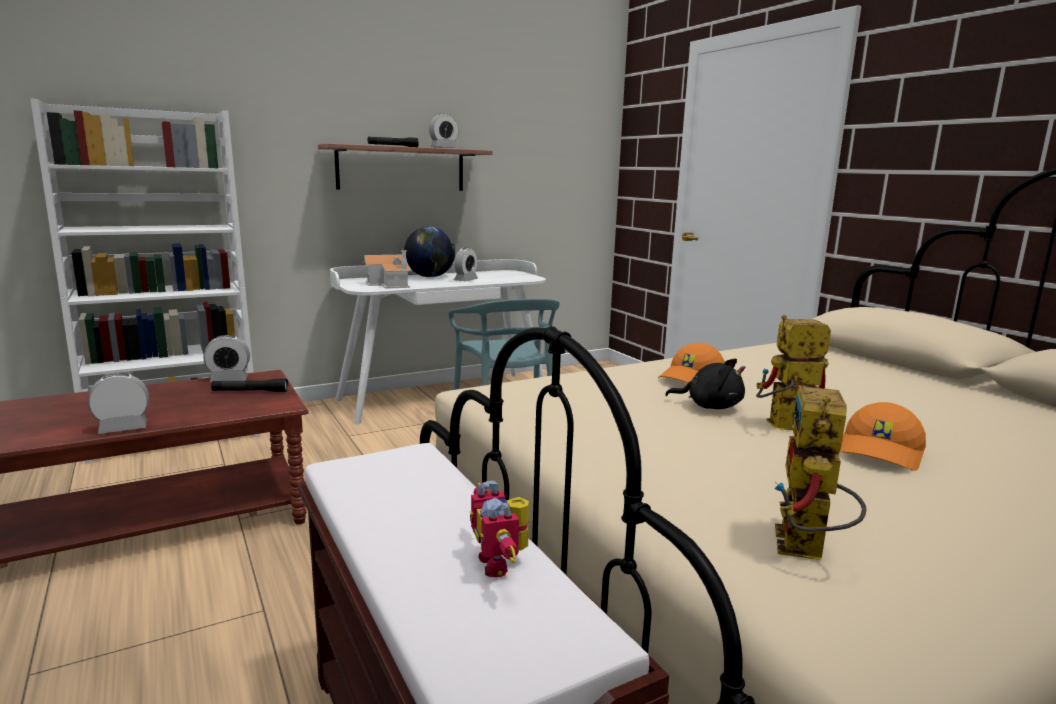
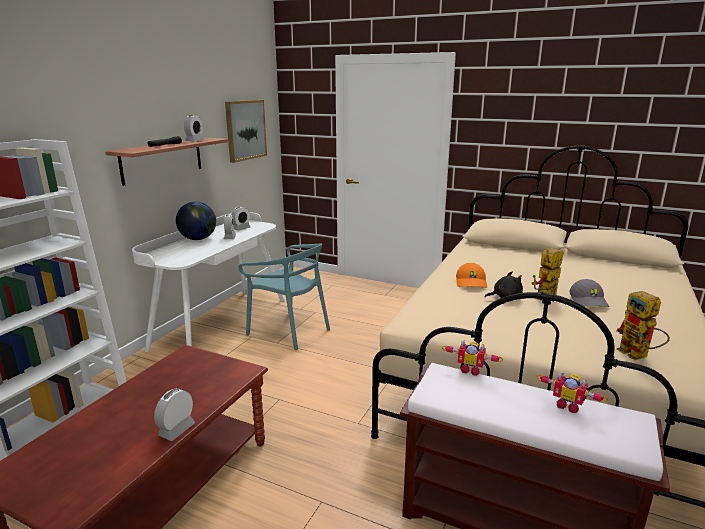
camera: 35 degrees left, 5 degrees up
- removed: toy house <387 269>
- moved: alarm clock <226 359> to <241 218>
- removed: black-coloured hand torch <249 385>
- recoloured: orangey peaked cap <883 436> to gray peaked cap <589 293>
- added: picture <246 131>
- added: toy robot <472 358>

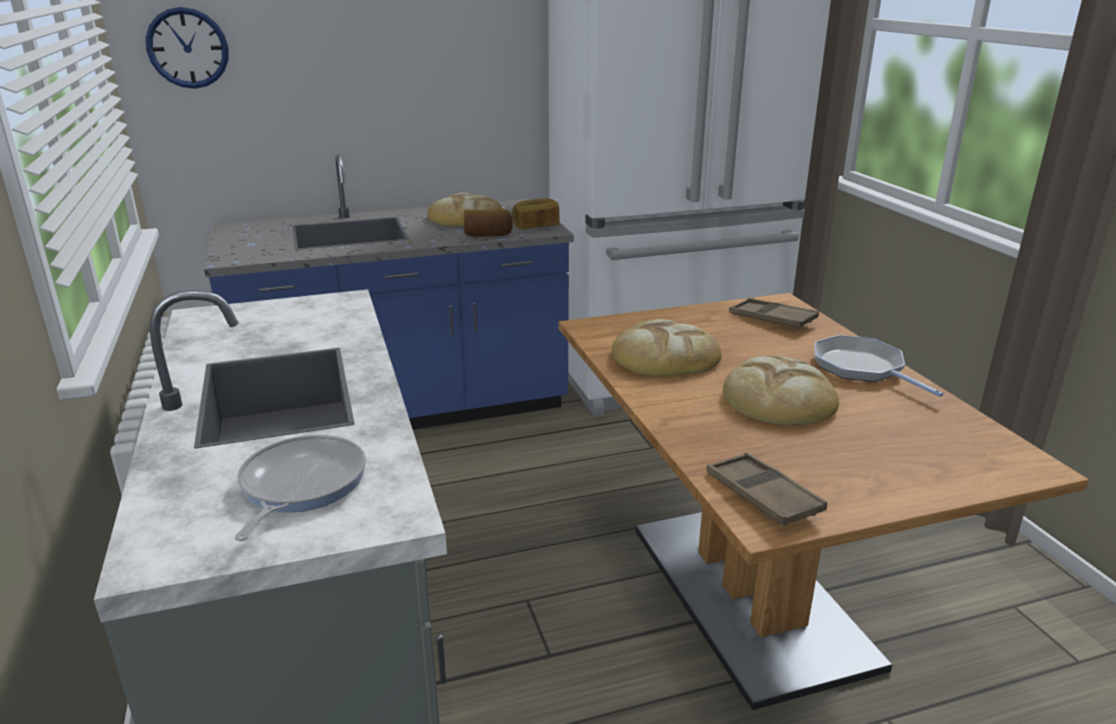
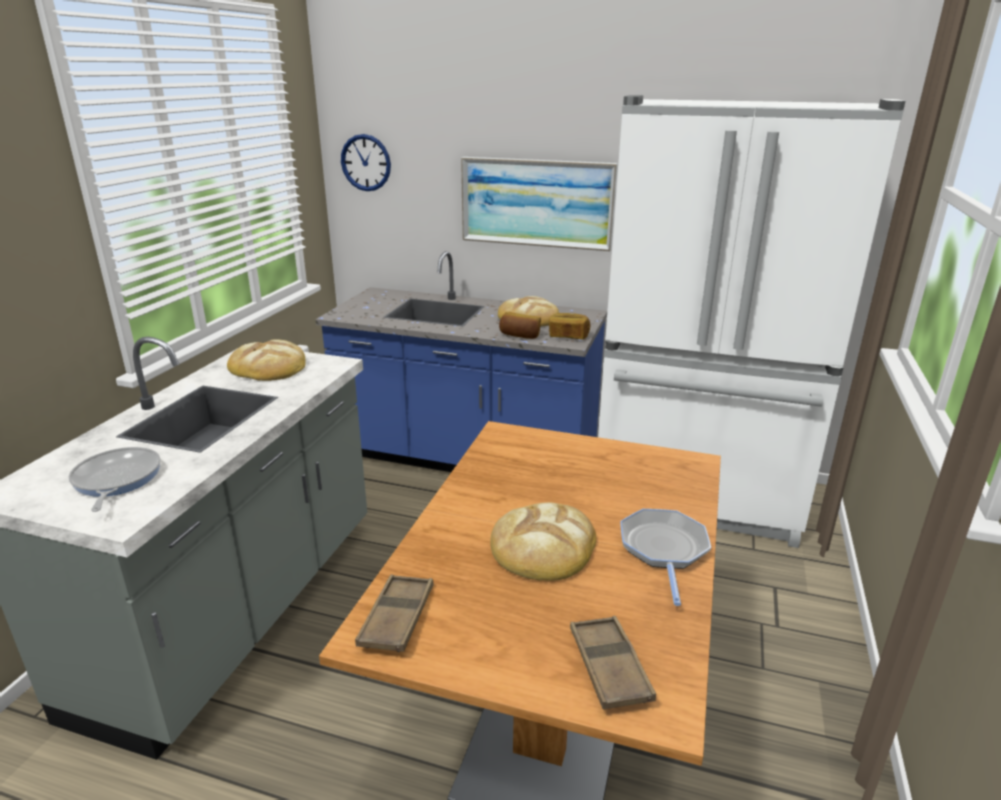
camera: 35 degrees right, 0 degrees up
- moved: brown-coloured tray <774 313> to <613 662>
- moved: bakery bread <667 347> to <266 360>
- turned: pan <300 488> = <115 479> 60 degrees counterclockwise
- added: picture <539 204>

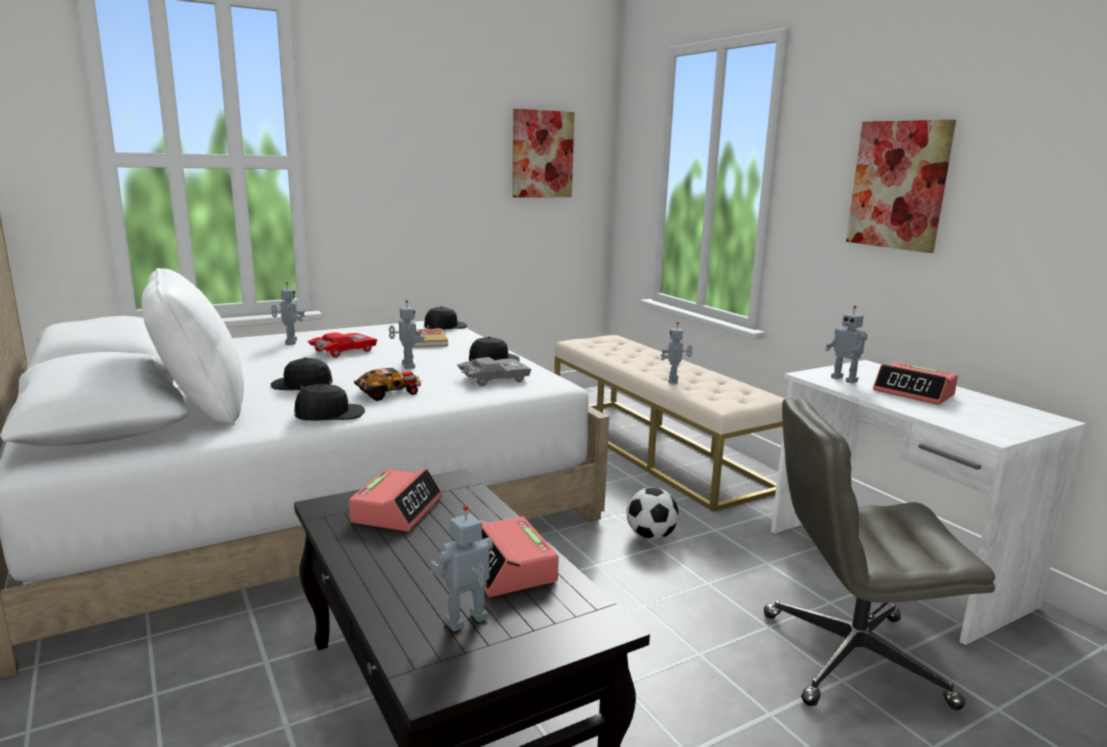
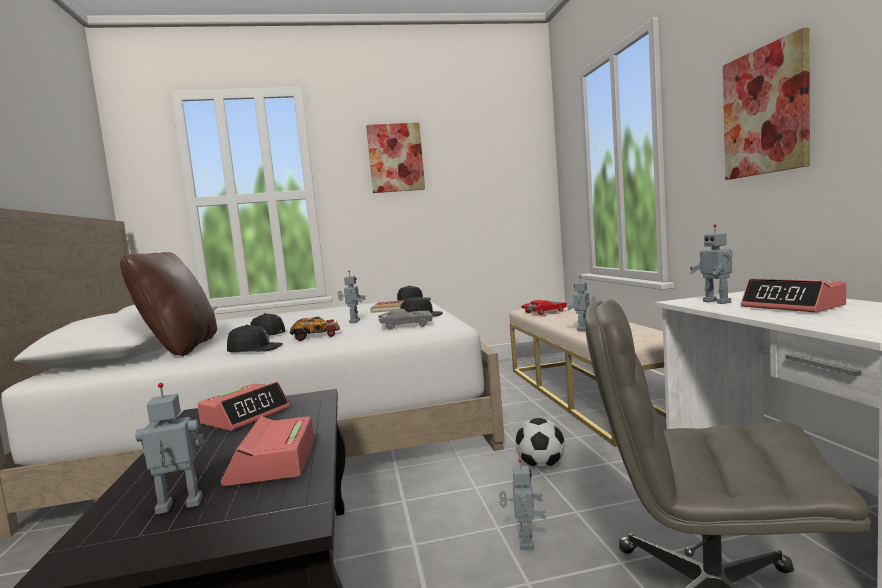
camera: 20 degrees right, 10 degrees down
- moved: picture <543 153> to <395 158>
- recoloured: whitish pillow <193 346> to brown-coloured pillow <168 304>
- moved: toy robot <288 313> to <522 504>
- moved: red miniature car <342 344> to <544 307>

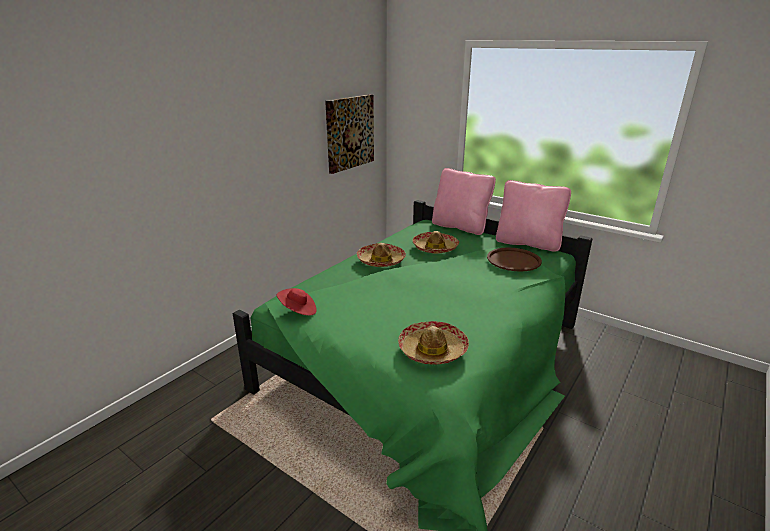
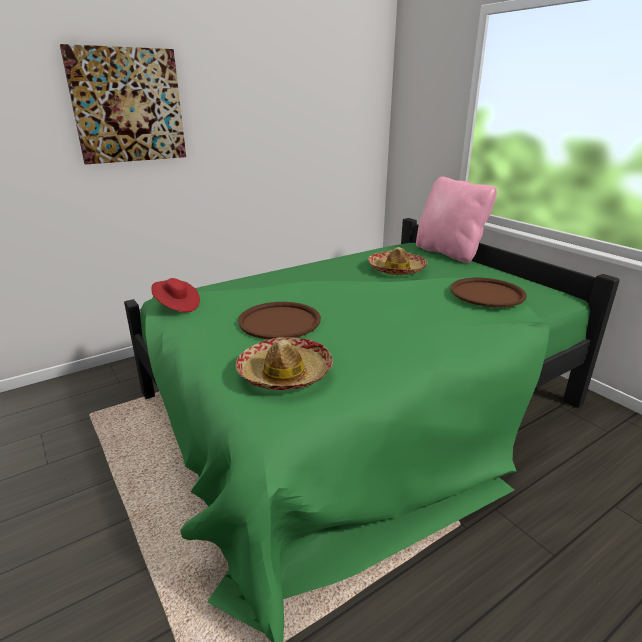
camera: 20 degrees right, 0 degrees up
- moved: picture <349 134> to <123 104>
- removed: pink-coloured pillow <533 216>
- removed: hat <381 255>
- added: brown-coloured tray <279 320>

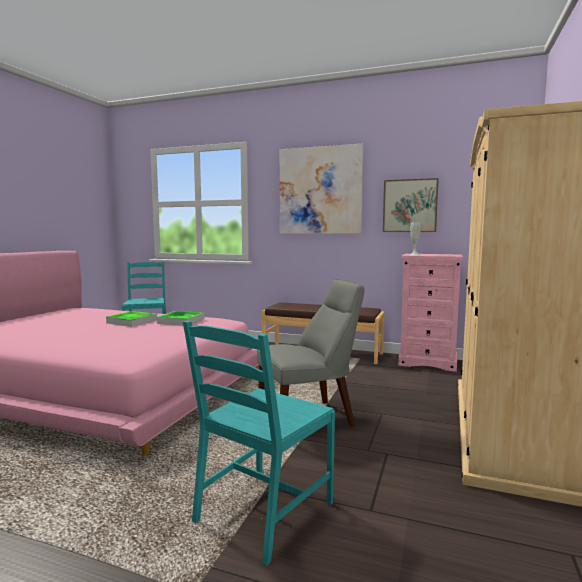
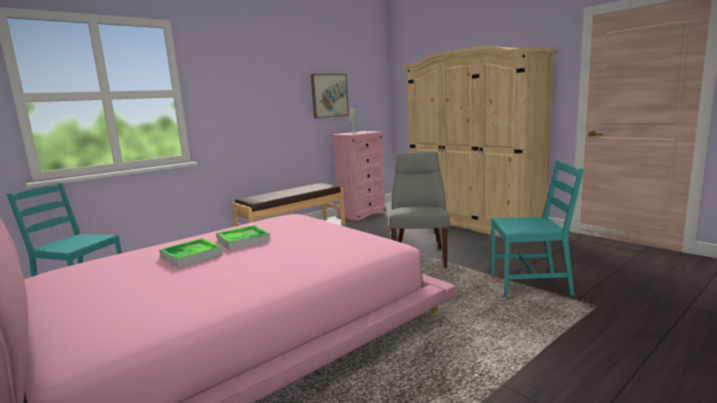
camera: 60 degrees left, 5 degrees up
- removed: picture <321 189>
- moved: tray <180 318> to <191 253>
- turned: turquoise plain chair <259 443> = <537 229> 60 degrees counterclockwise

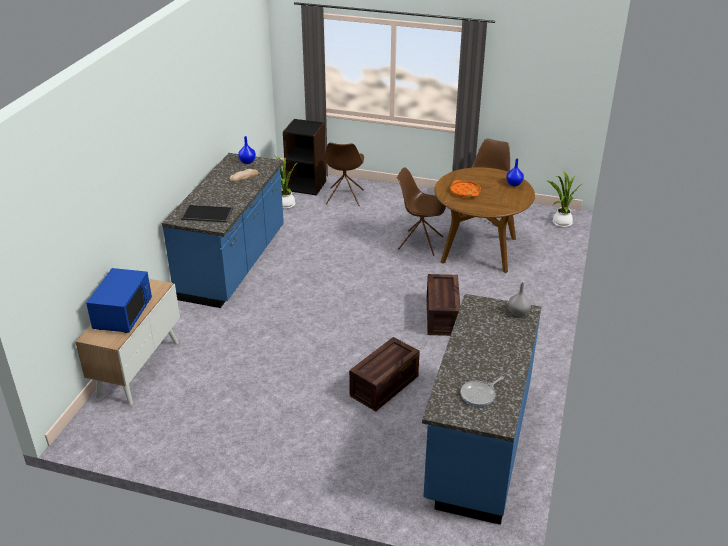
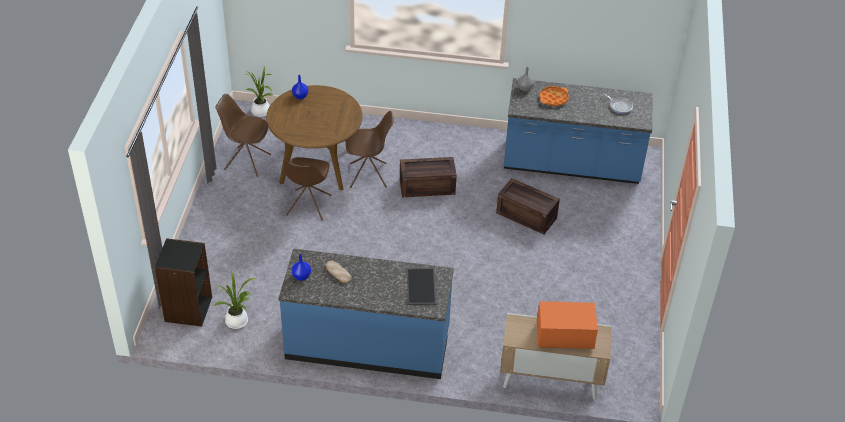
camera: 100 degrees left, 10 degrees up
- moved: brown-coloured plain chair <344 174> to <369 149>
- moved: orangey tray <465 188> to <554 96>
- recoloured: blue microwave oven <119 300> to orangey microwave oven <567 325>

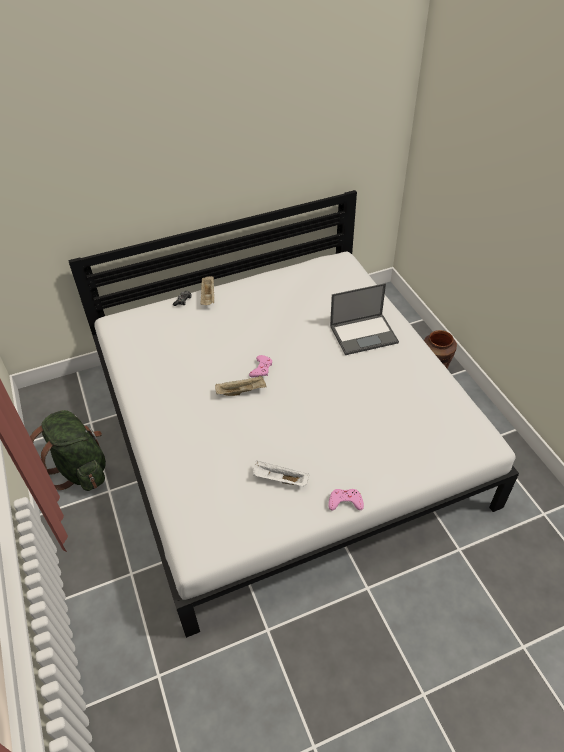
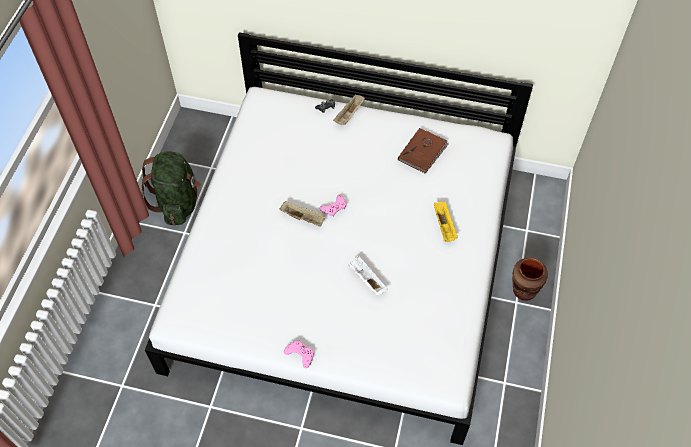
camera: 35 degrees right, 10 degrees up
- replaced: portable computer <364 319> to yellow-coloured tray <446 221>
- moved: whitish tray <281 473> to <368 275>
- added: brown-coloured volume <423 151>

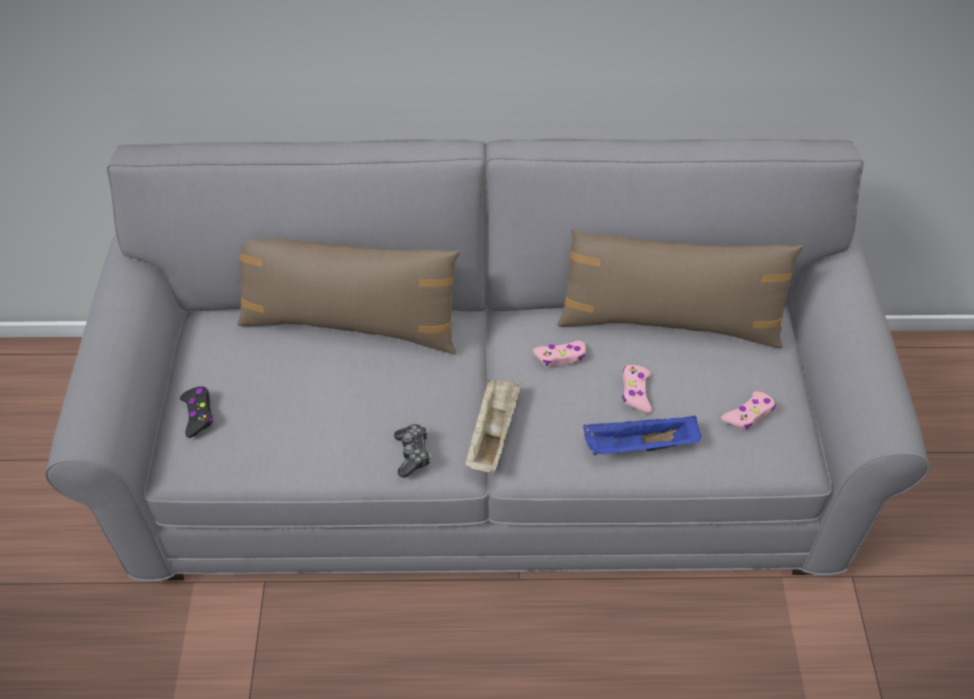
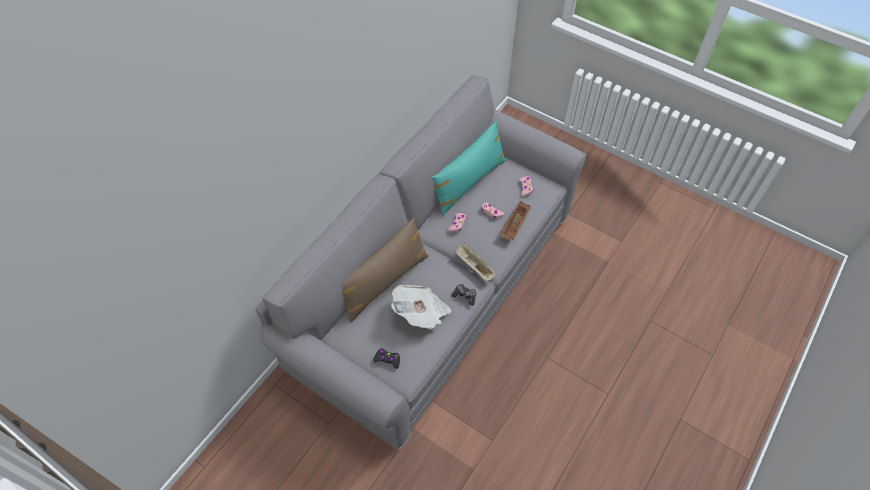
camera: 55 degrees left, 5 degrees up
- recoloured: brown-coloured pillow <680 288> to turquoise pillow <469 169>
- recoloured: blue tray <642 435> to brown-coloured tray <515 220>
- added: daily paper <421 307>

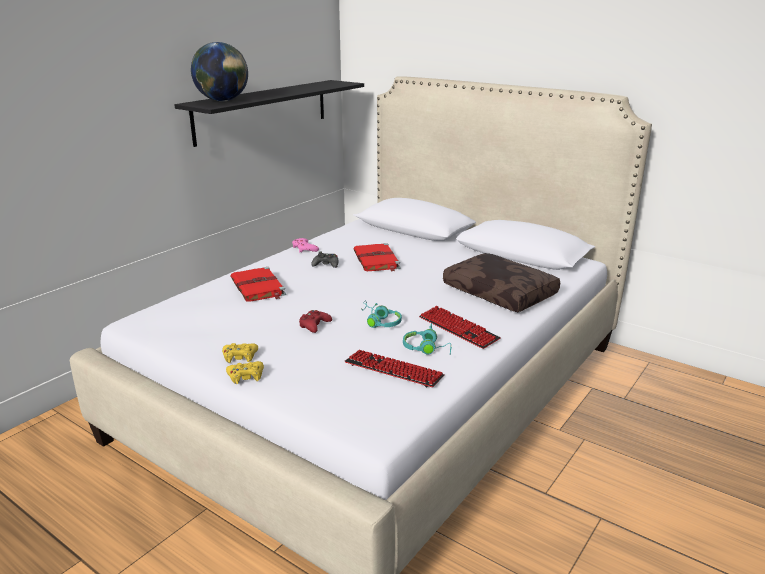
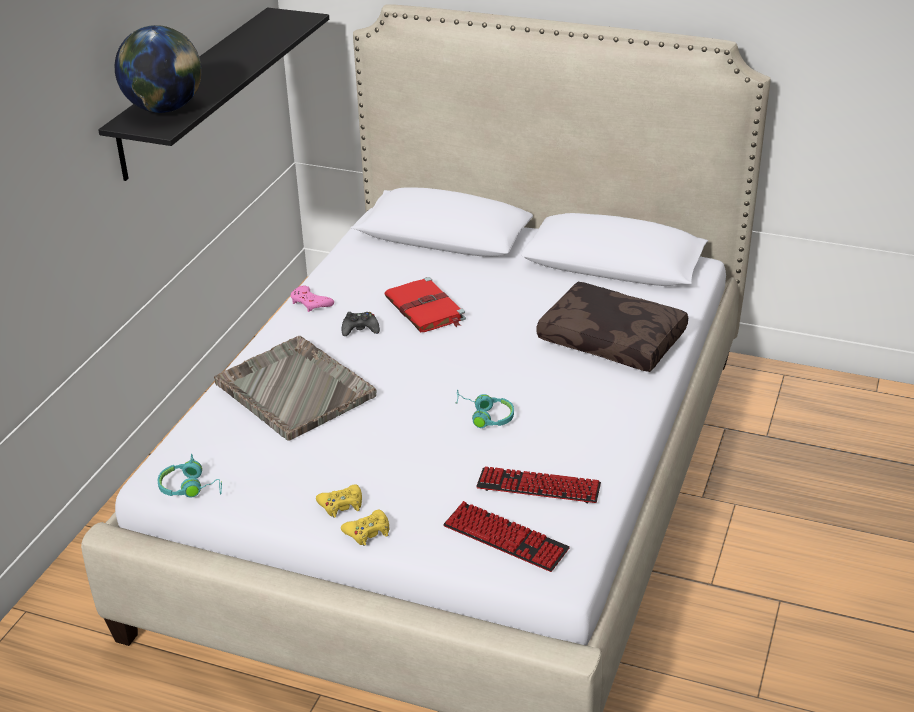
camera: 15 degrees left, 10 degrees up
- replaced: red volume <258 284> to gray tray <295 388>
- moved: PC keyboard <460 327> to <506 536>
- removed: red game controller <315 321>
- moved: turquoise headset <427 339> to <190 476>

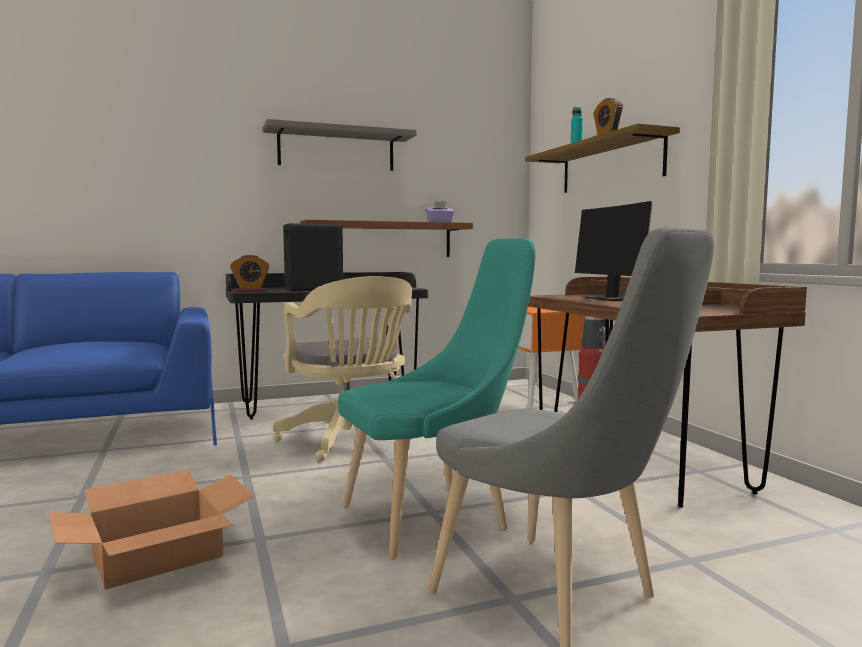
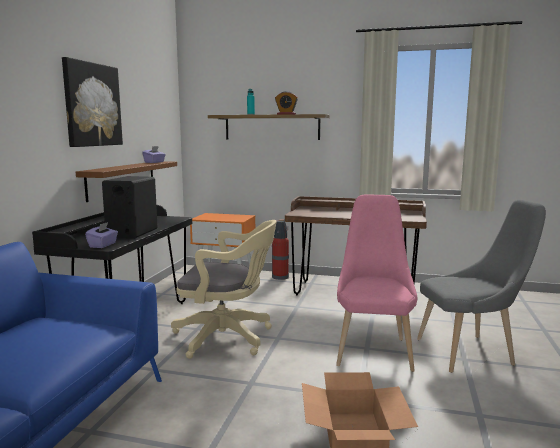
camera: 55 degrees left, 5 degrees up
- replaced: gray shelf <340 145> to picture <92 102>
- removed: monitor <613 251>
- recoloured: turquoise plain chair <437 399> to pink-coloured plain chair <377 283>
- replaced: alarm clock <249 273> to purplish box of tissues <101 235>

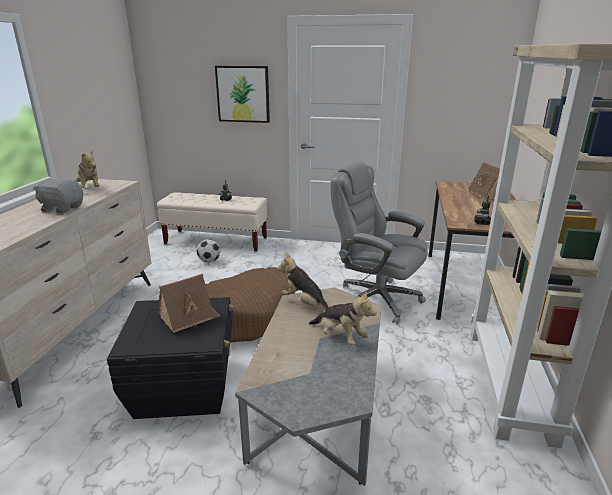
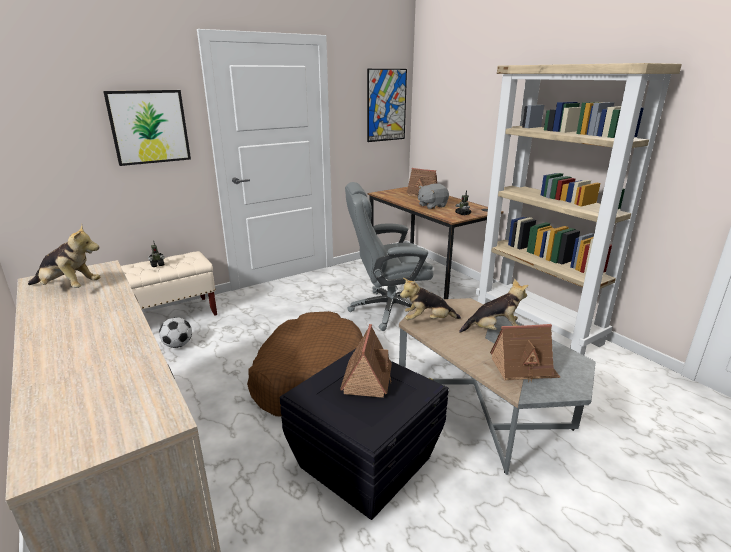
camera: 45 degrees left, 0 degrees up
- moved: gray soft toy <58 196> to <433 196>
- added: picture <387 105>
- added: toy house <525 353>

